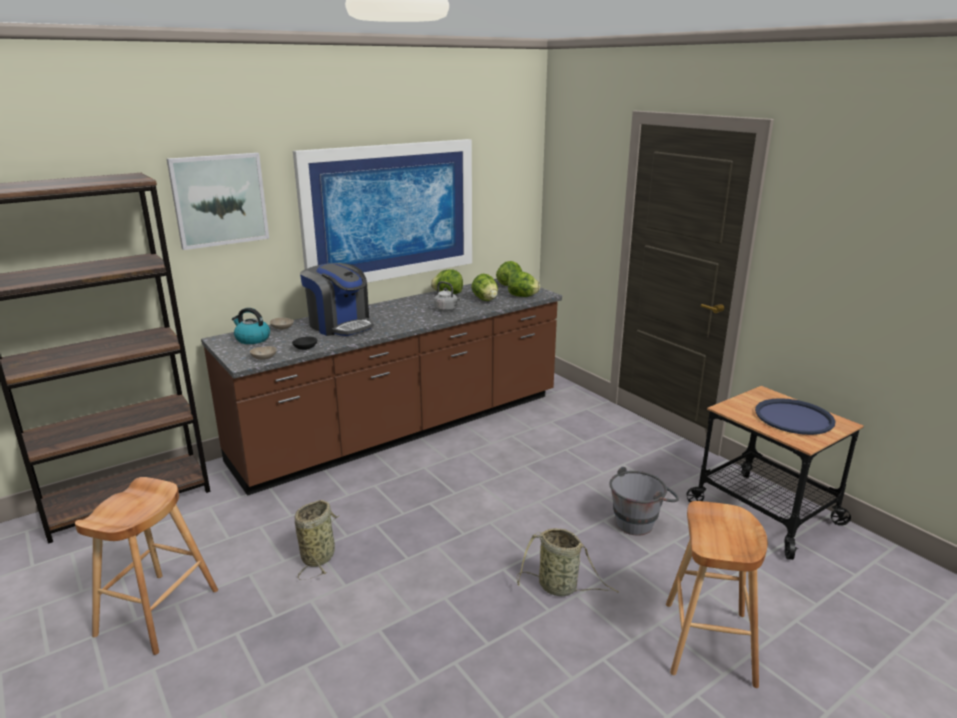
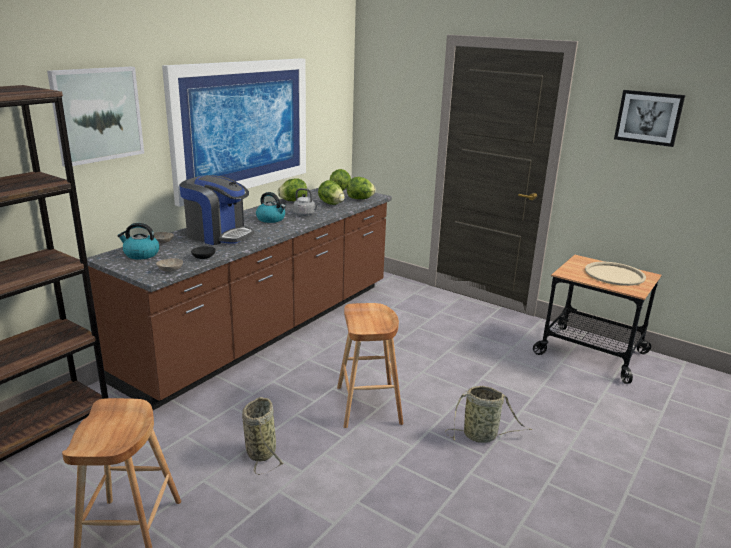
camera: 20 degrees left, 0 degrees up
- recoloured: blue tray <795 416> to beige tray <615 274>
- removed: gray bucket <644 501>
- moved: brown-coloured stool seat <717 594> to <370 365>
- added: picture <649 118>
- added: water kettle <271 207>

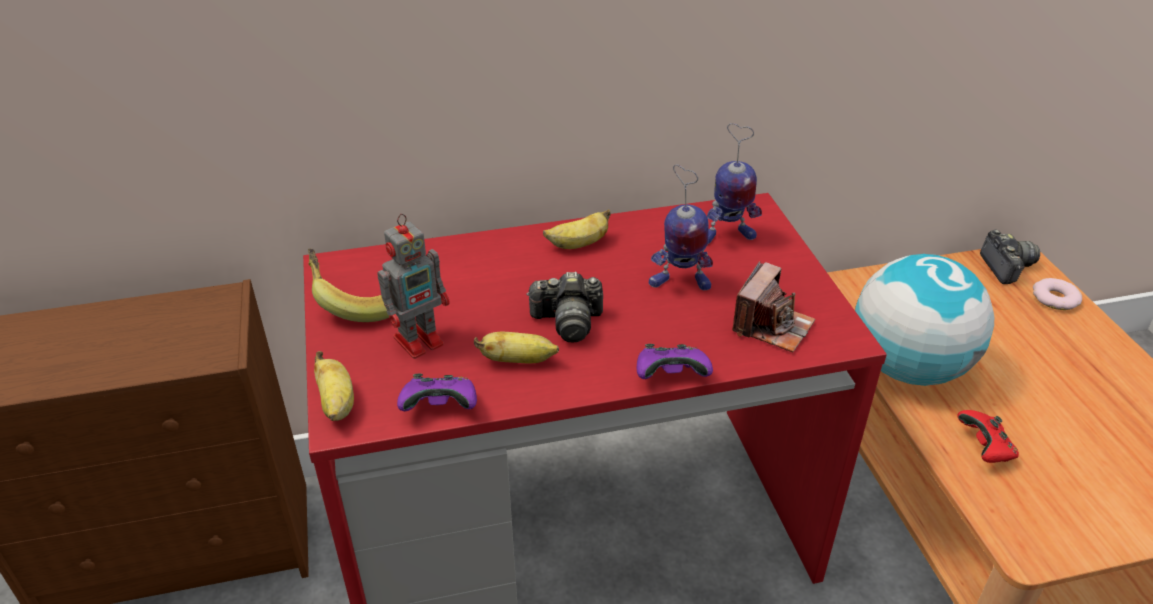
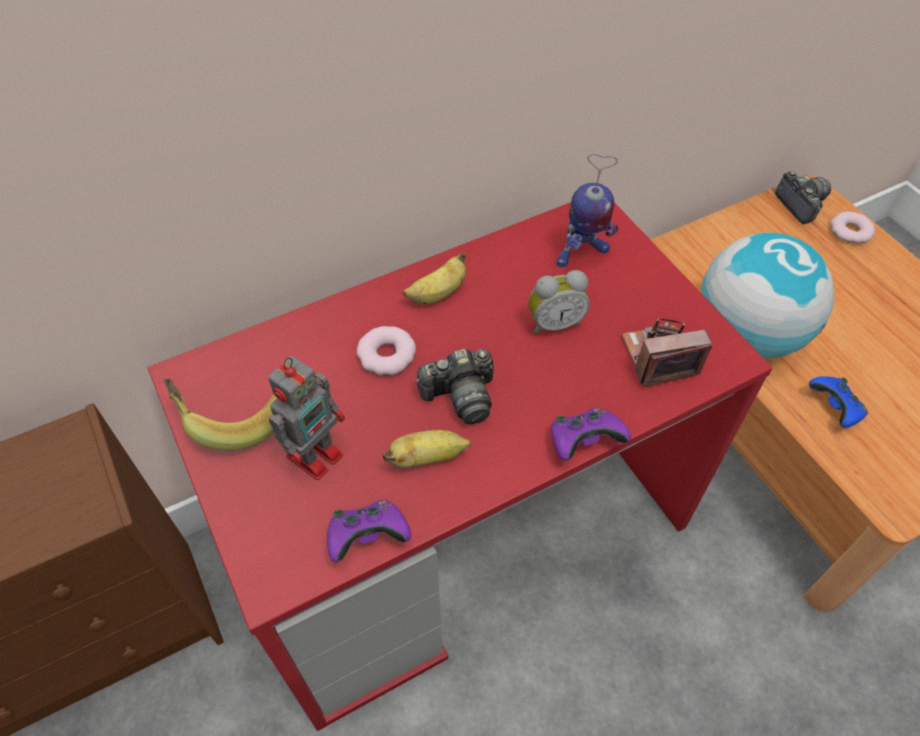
camera: 15 degrees left, 15 degrees up
- replaced: toy robot <681 227> to alarm clock <559 302>
- turned: still camera <774 306> = <667 353> 120 degrees counterclockwise
- removed: banana fruit <334 386>
- recoloured: red game controller <988 436> to blue game controller <838 402>
- added: ring doughnut <386 350>

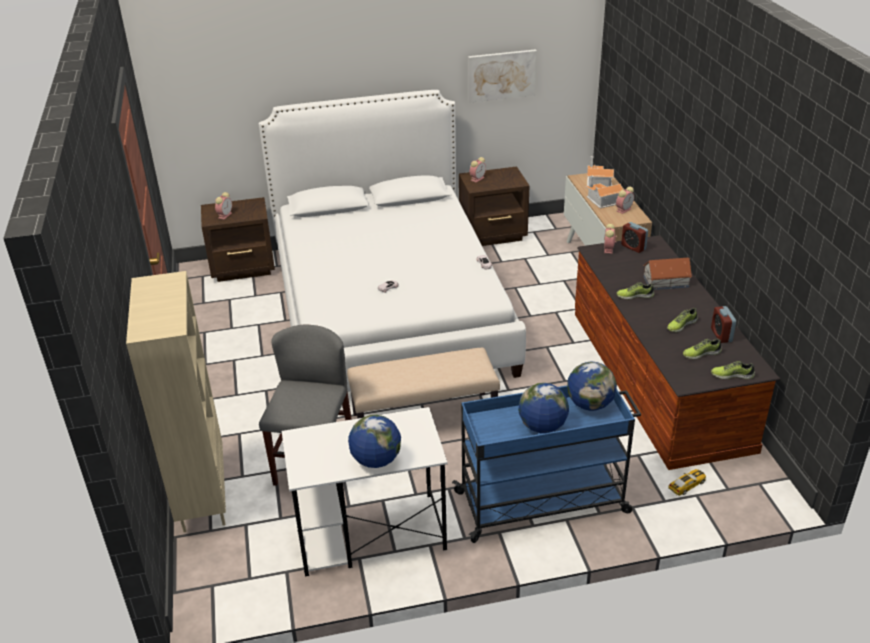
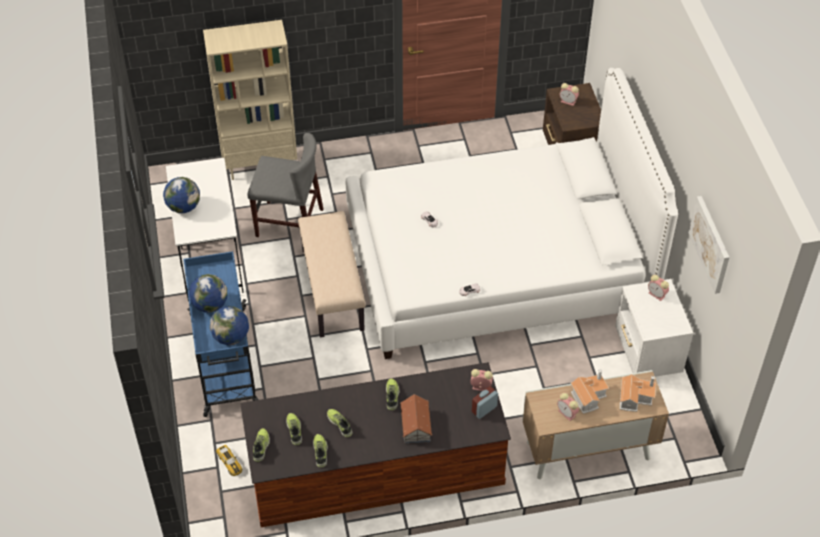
camera: 90 degrees right, 15 degrees up
- recoloured: brown-coloured nightstand <494 206> to whitish nightstand <654 328>
- replaced: alarm clock <723 324> to item of footwear <320 451>

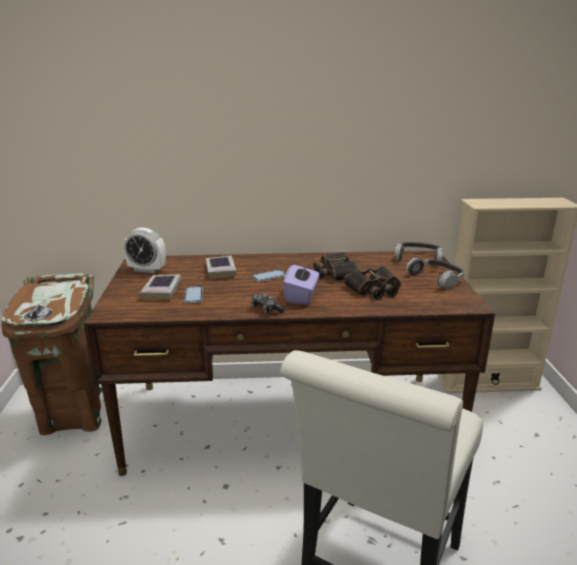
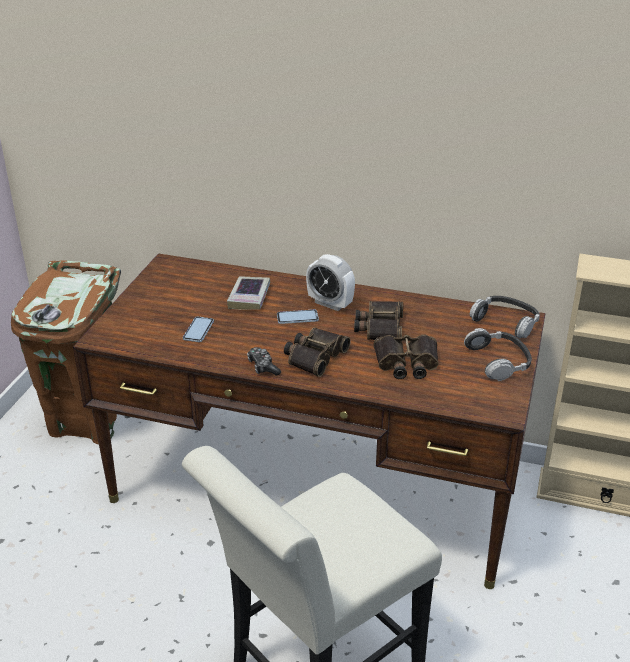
camera: 20 degrees right, 10 degrees up
- moved: alarm clock <144 250> to <330 282>
- replaced: purplish box of tissues <301 283> to pair of binoculars <317 352>
- removed: volume <160 287>

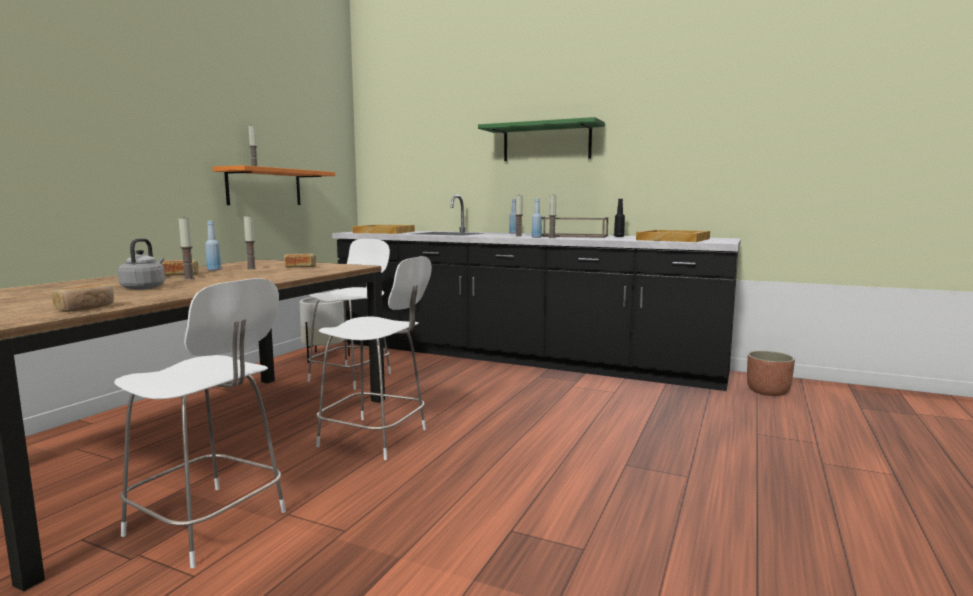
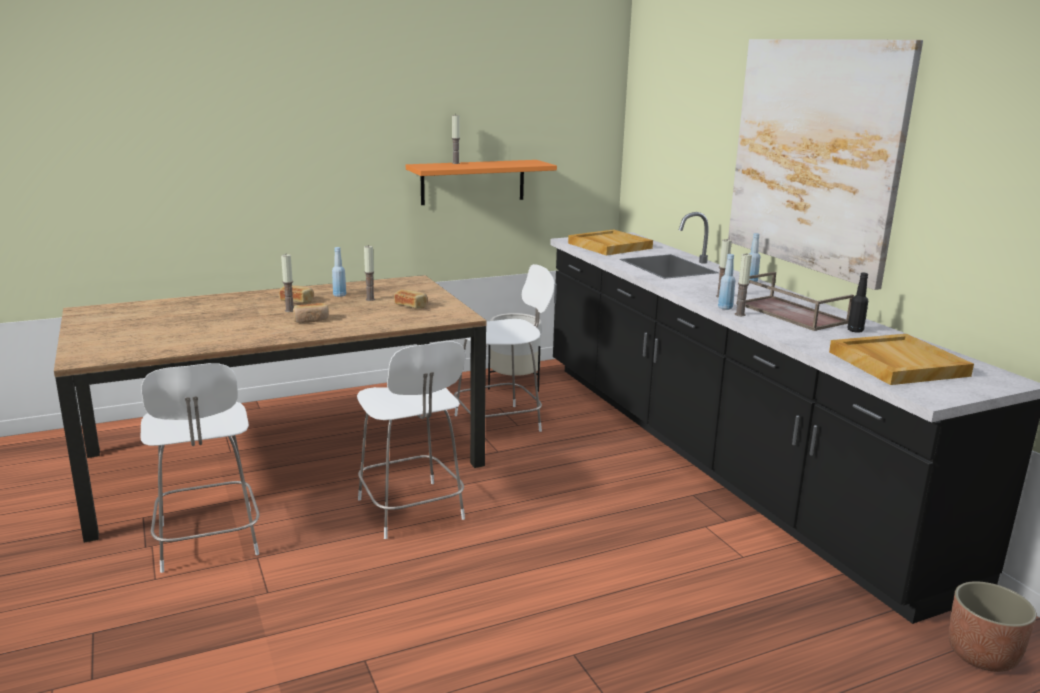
camera: 40 degrees right, 10 degrees up
- replaced: green shelf <541 139> to picture <825 164>
- removed: gray water kettle <141 264>
- moved: bakery bread <83 298> to <311 313>

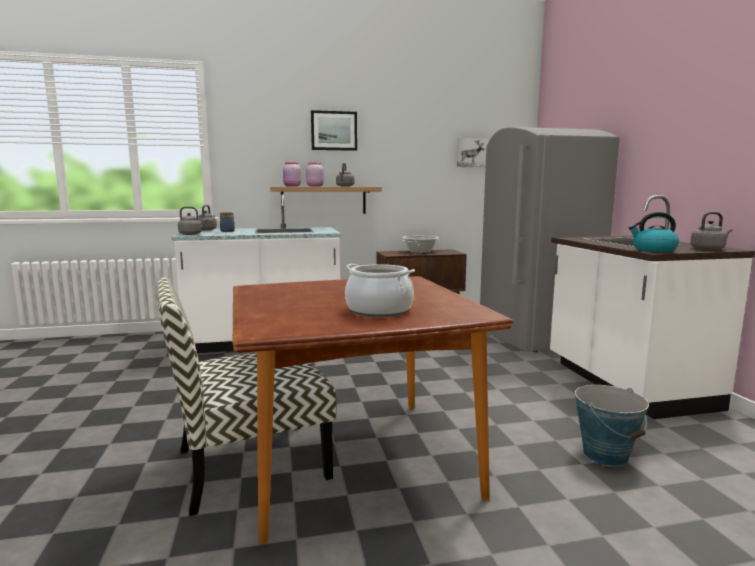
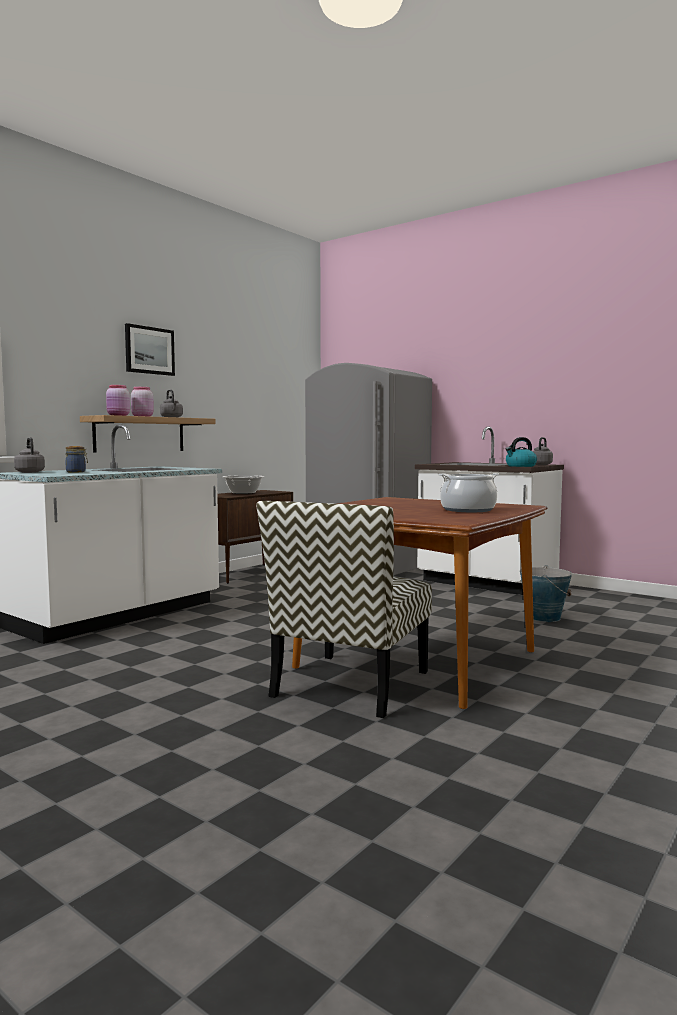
camera: 40 degrees left, 5 degrees down
- removed: picture <473 152>
- removed: gray water kettle <192 221>

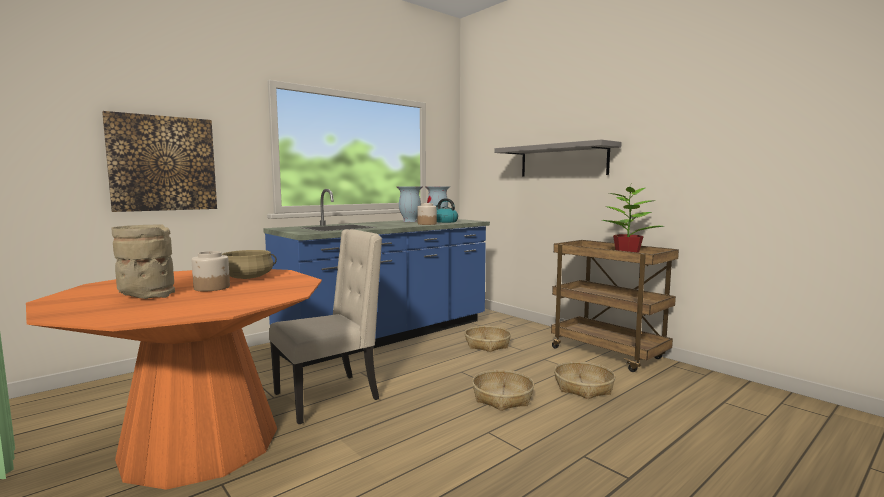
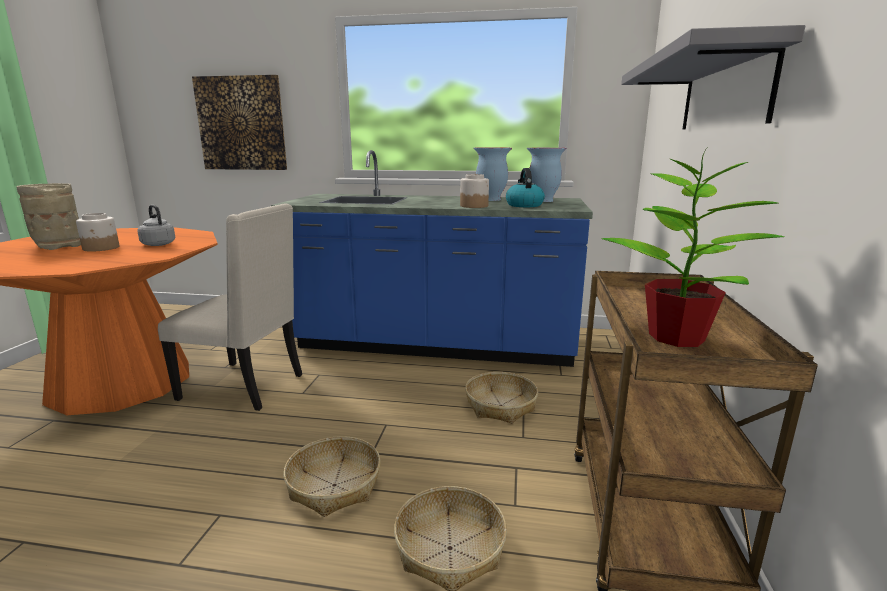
camera: 50 degrees right, 10 degrees up
- replaced: beige cooking pot <249 264> to gray water kettle <156 225>

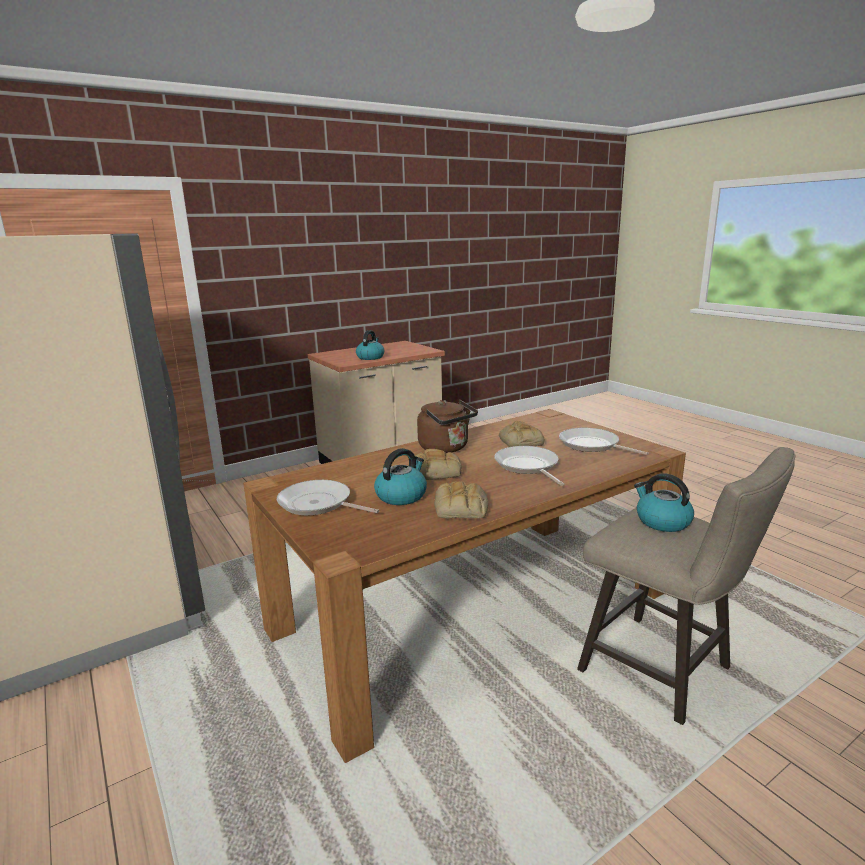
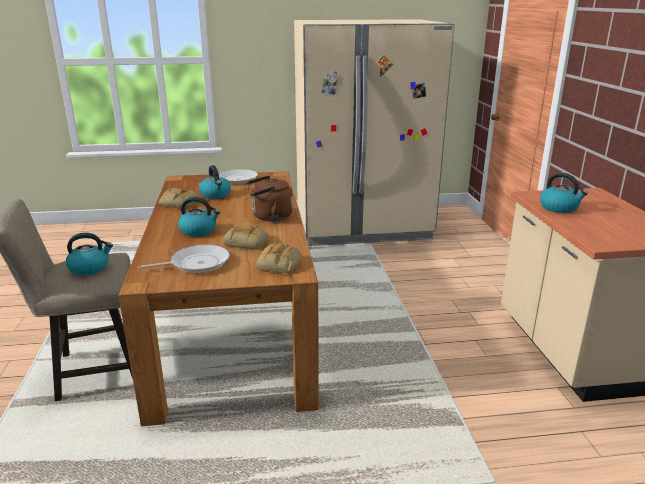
camera: 115 degrees right, 5 degrees up
- replaced: pan <529 466> to water kettle <199 217>
- moved: bakery bread <439 464> to <279 258>

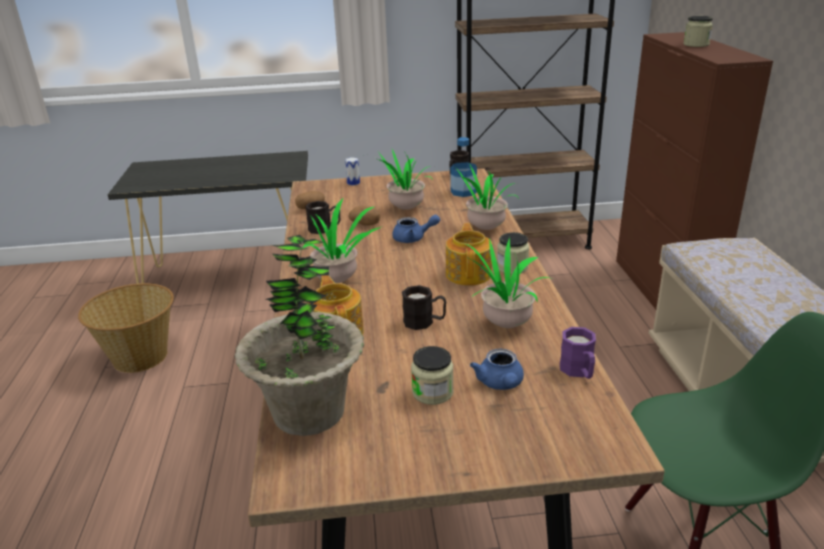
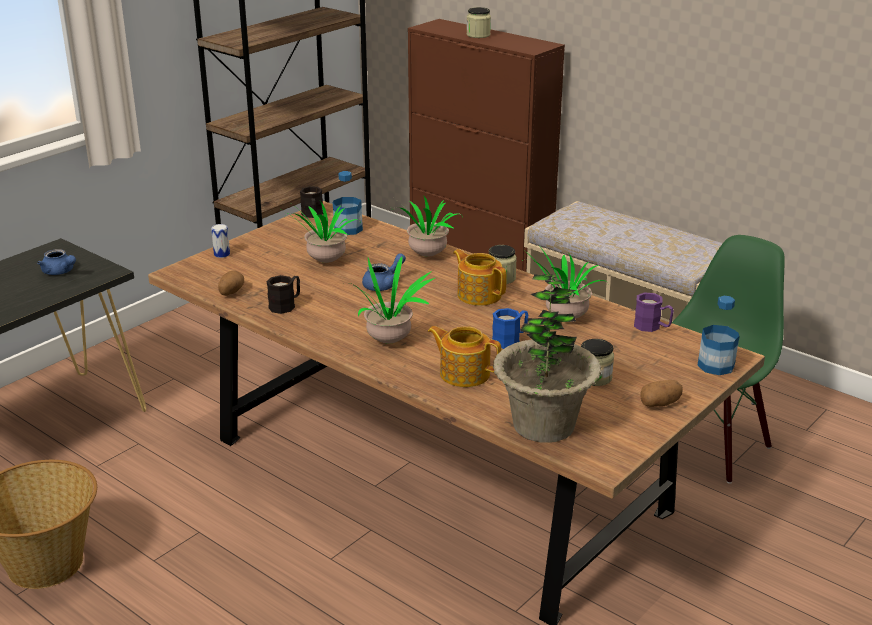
camera: 45 degrees left, 0 degrees up
- moved: spud <365 216> to <661 393>
- recoloured: black-coloured coffee mug <424 307> to blue coffee mug <510 328>
- moved: blue teapot <497 369> to <56 262>
- added: bottle <718 335>

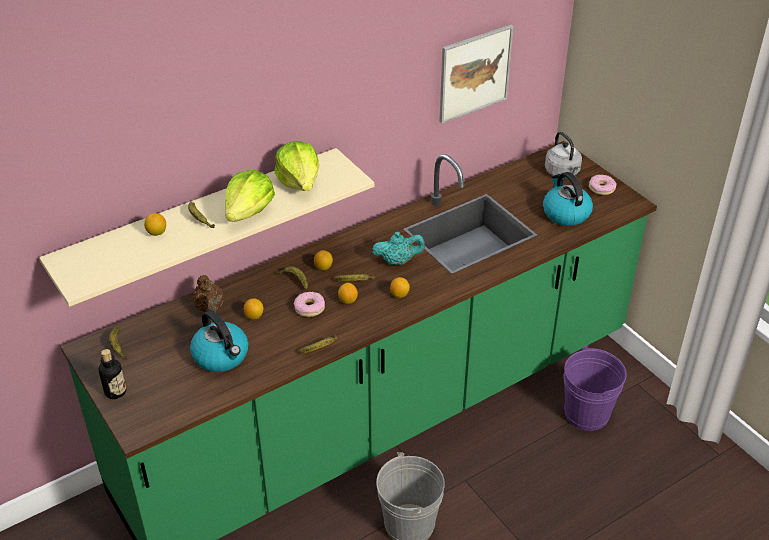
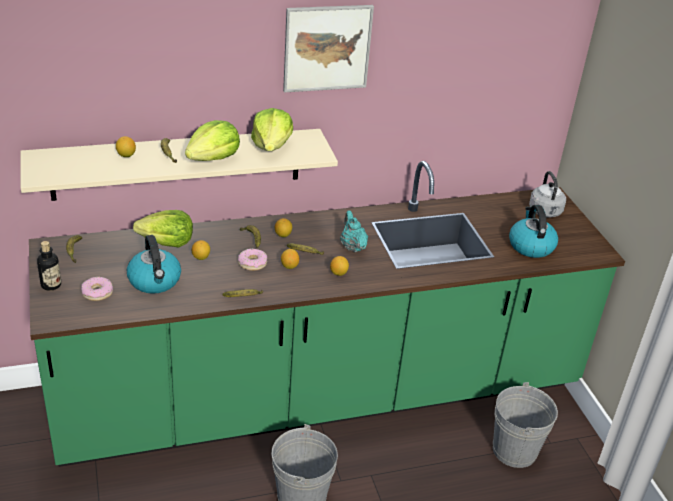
camera: 15 degrees right, 5 degrees down
- moved: picture <476 73> to <328 49>
- moved: ring doughnut <603 185> to <97 289>
- turned: turquoise teapot <398 248> = <354 231> 120 degrees counterclockwise
- replaced: brown-coloured teapot <208 294> to head of lettuce <163 228>
- recoloured: purplish bucket <595 388> to gray bucket <525 425>

